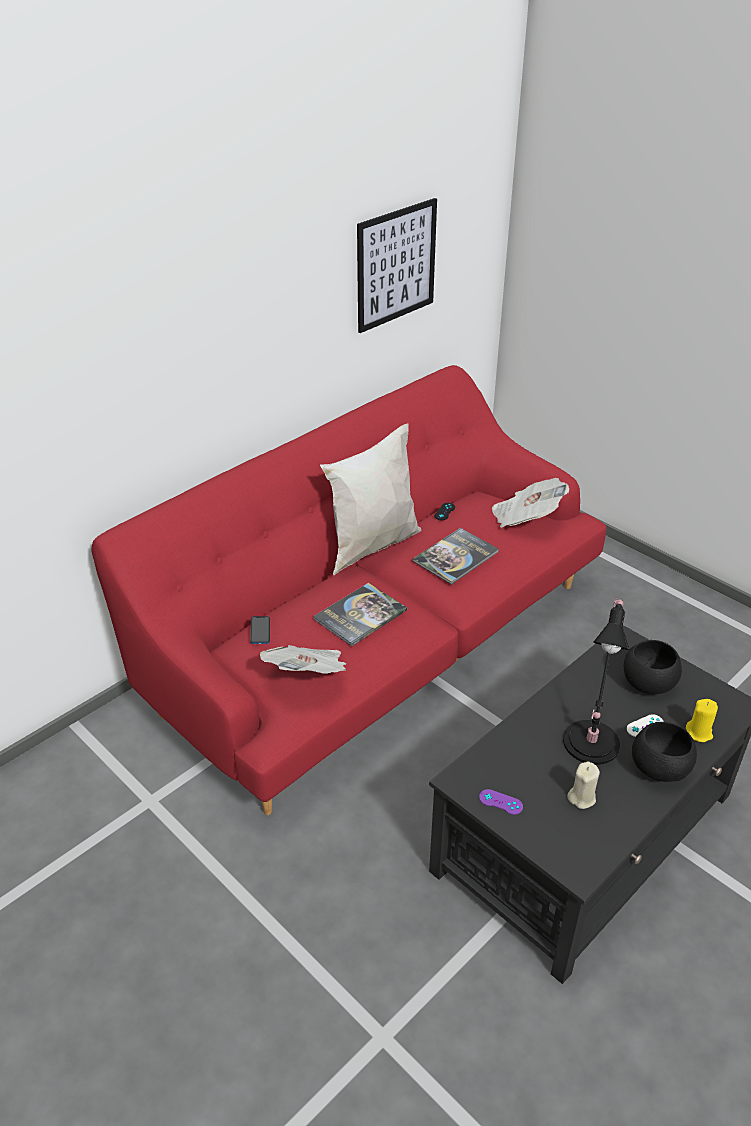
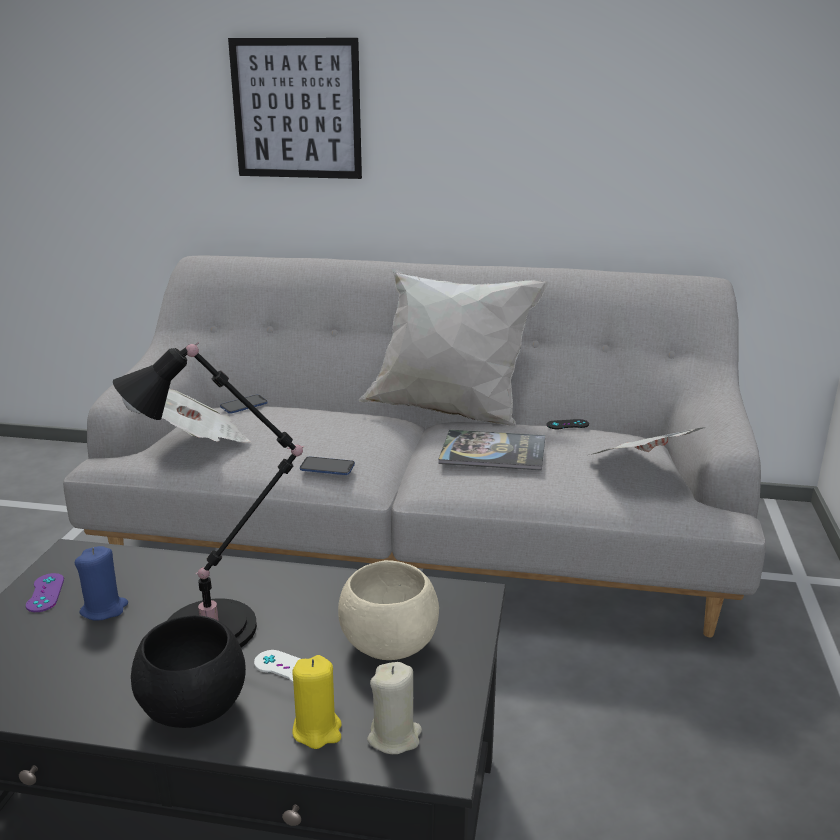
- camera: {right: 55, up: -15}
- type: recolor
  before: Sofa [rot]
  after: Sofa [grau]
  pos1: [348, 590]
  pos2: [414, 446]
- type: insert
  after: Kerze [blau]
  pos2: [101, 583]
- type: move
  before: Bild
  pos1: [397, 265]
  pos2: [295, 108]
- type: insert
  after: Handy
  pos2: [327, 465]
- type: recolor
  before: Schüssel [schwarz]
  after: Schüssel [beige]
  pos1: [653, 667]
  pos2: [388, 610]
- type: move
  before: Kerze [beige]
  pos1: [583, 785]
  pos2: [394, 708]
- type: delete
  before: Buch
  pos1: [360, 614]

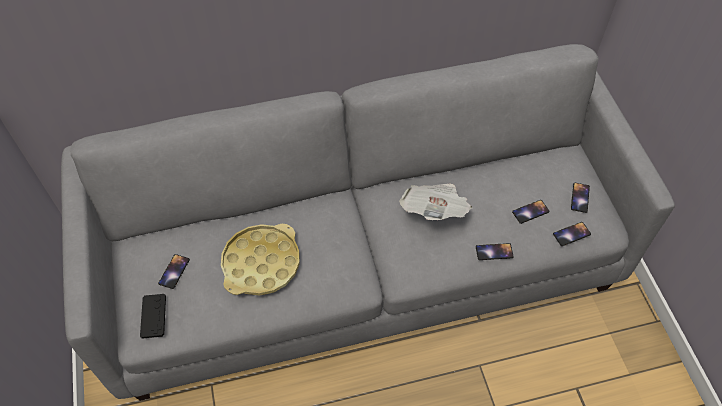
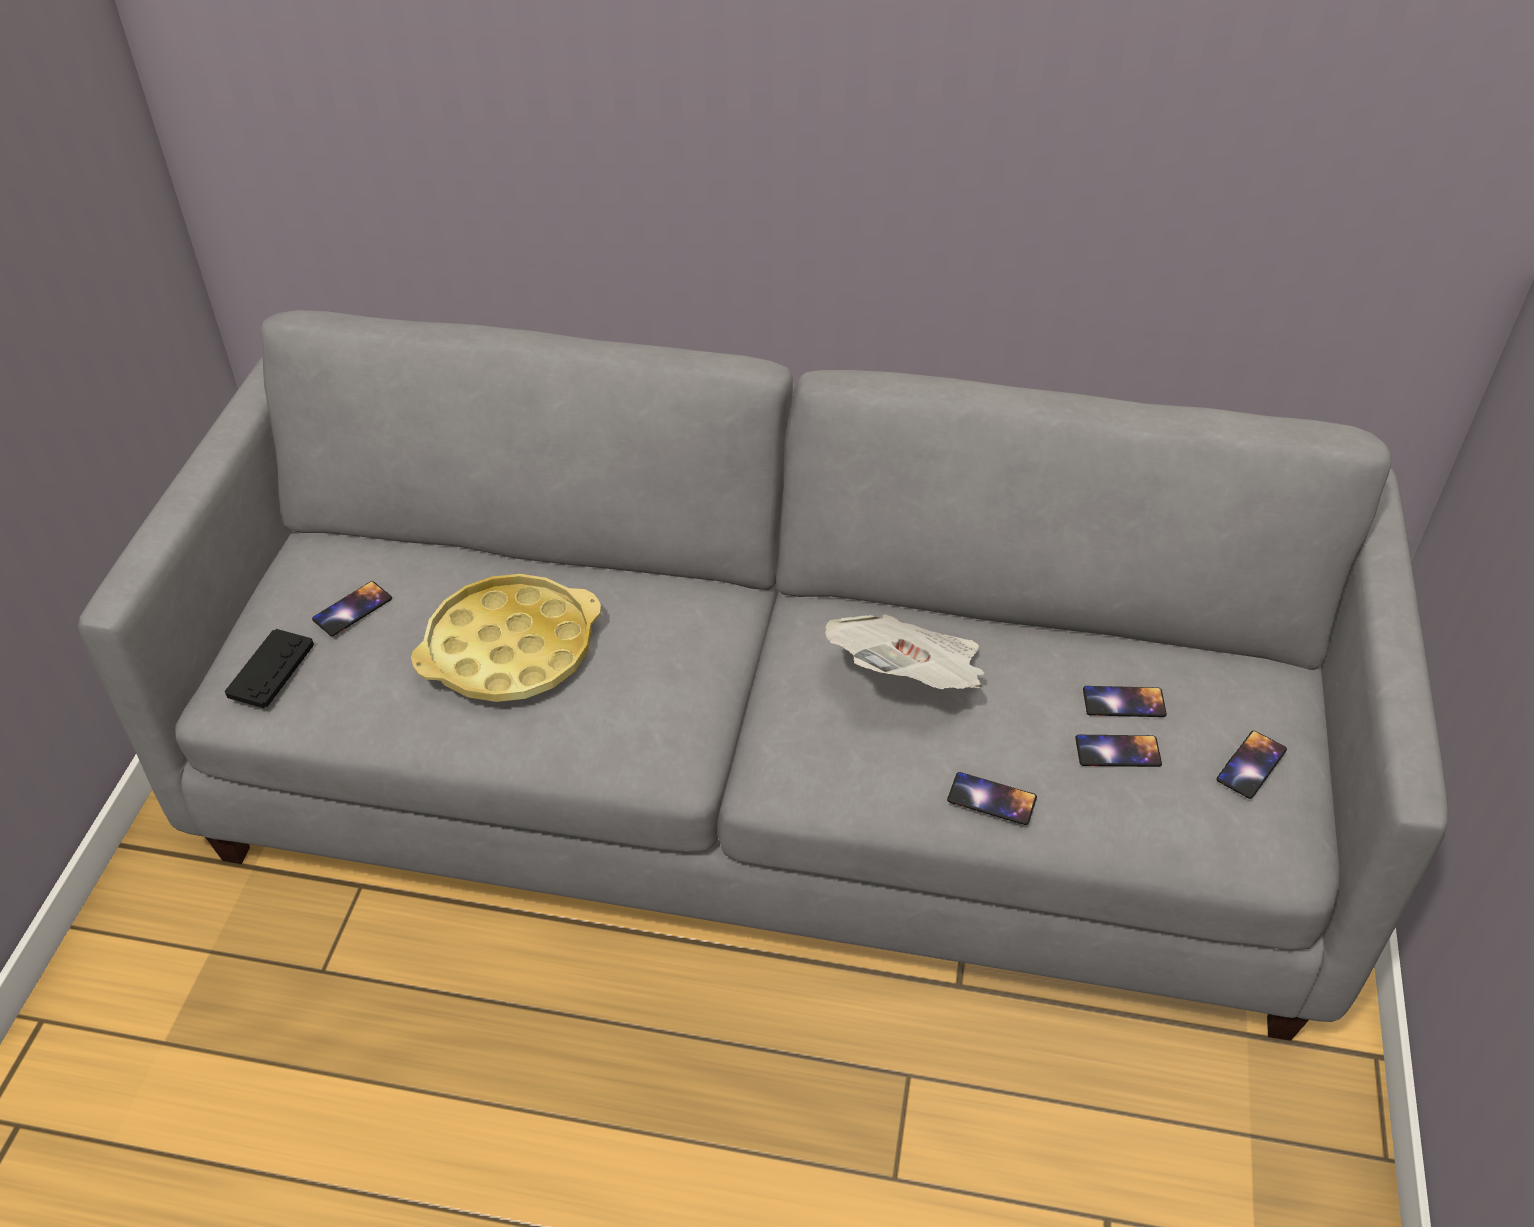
- camera: {right: 25, up: -10}
- type: move
  before: Handy
  pos1: [572, 234]
  pos2: [1125, 701]

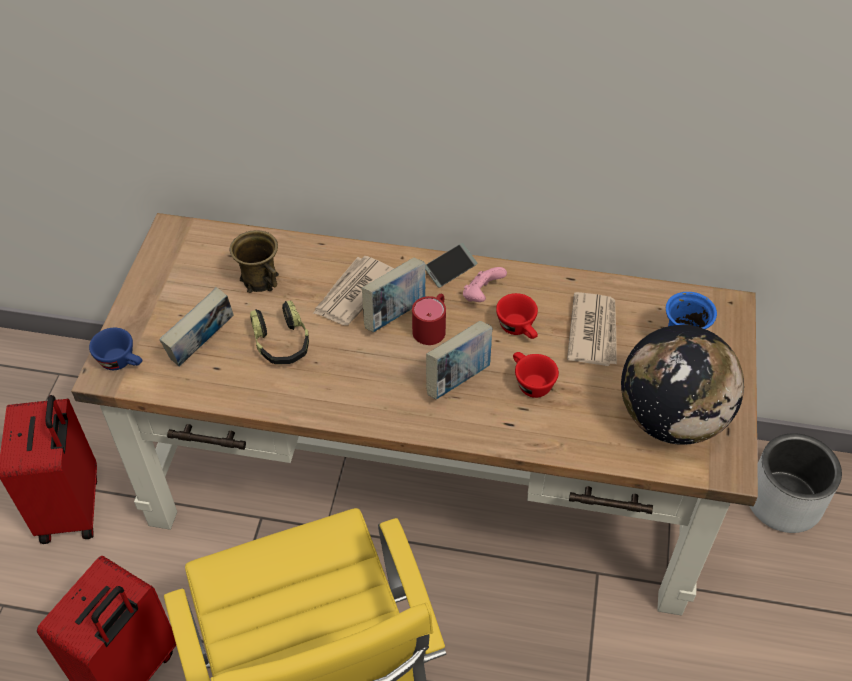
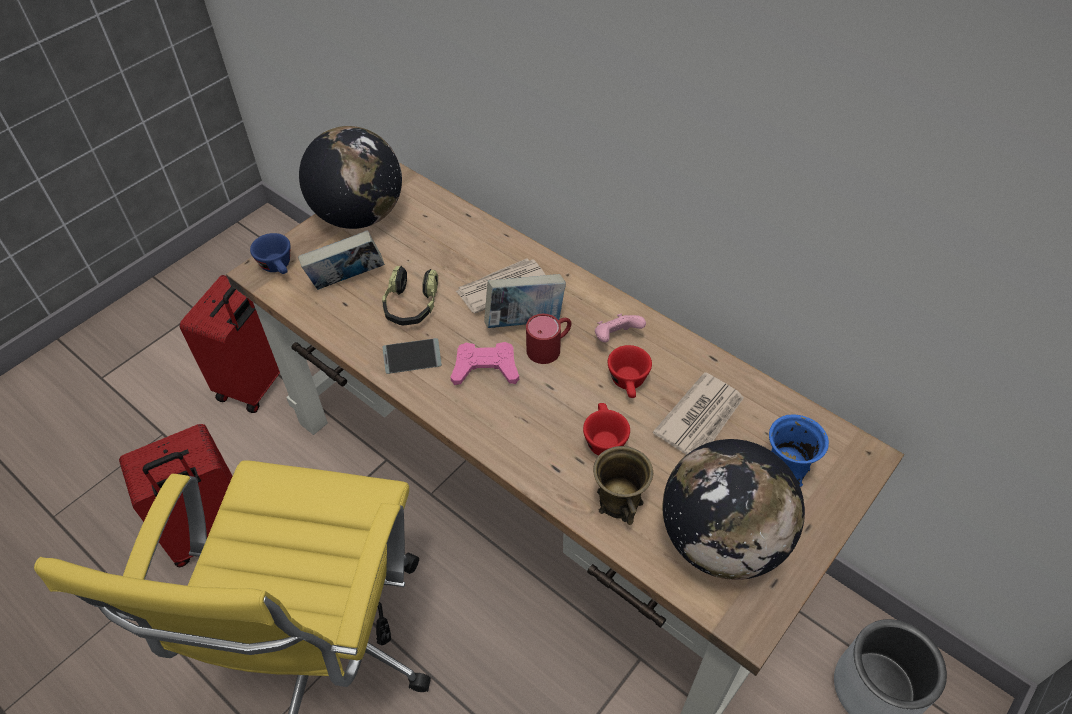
- camera: {right: 30, up: 0}
- type: insert
  after: Globus
  pos2: [350, 177]
- type: move
  before: Handy
  pos1: [451, 265]
  pos2: [412, 356]
- type: insert
  after: Gamepad [rosa]
  pos2: [484, 363]
- type: move
  before: Henkelbecher [braun]
  pos1: [254, 261]
  pos2: [623, 485]
- type: delete
  before: Buch
  pos1: [459, 360]

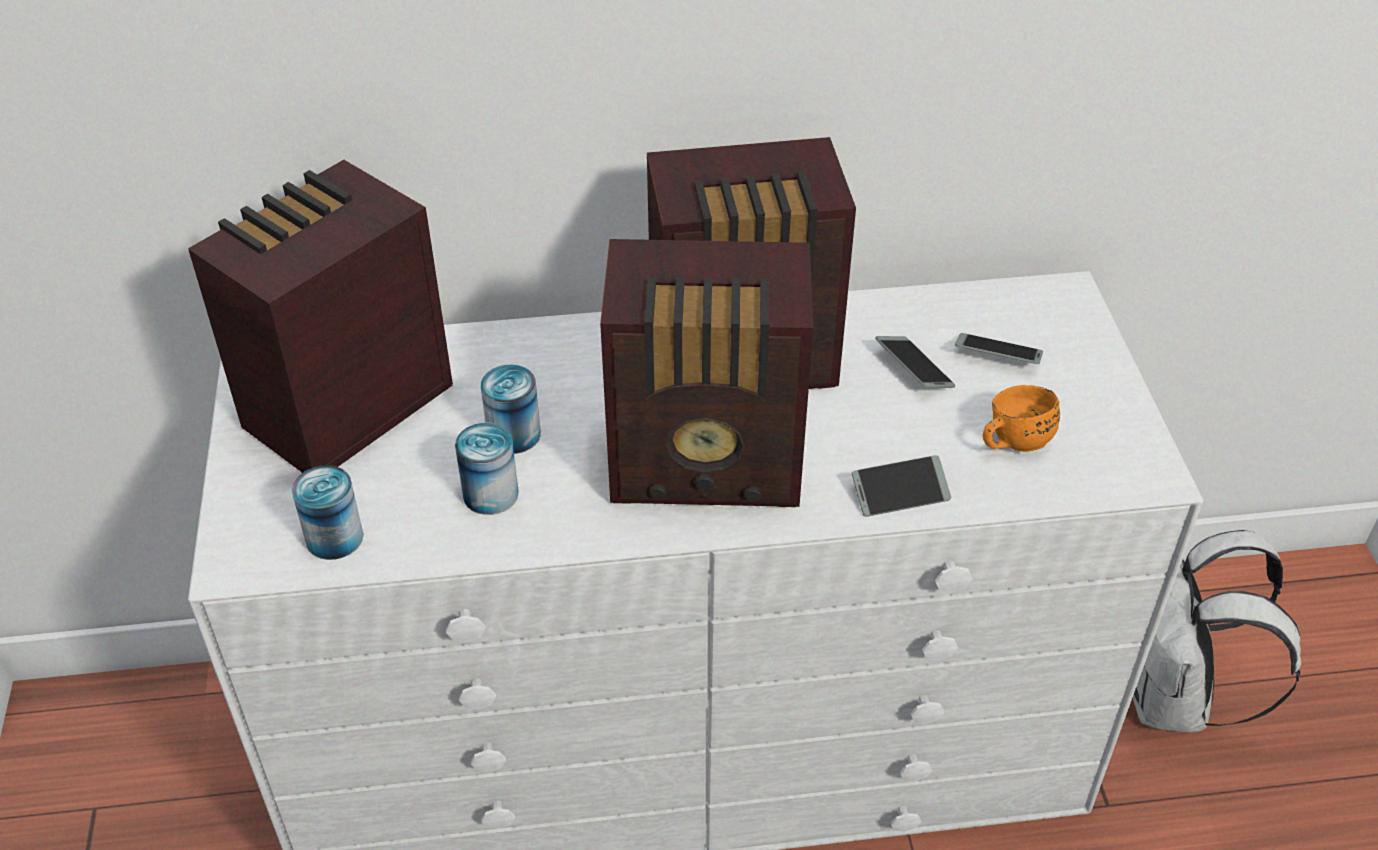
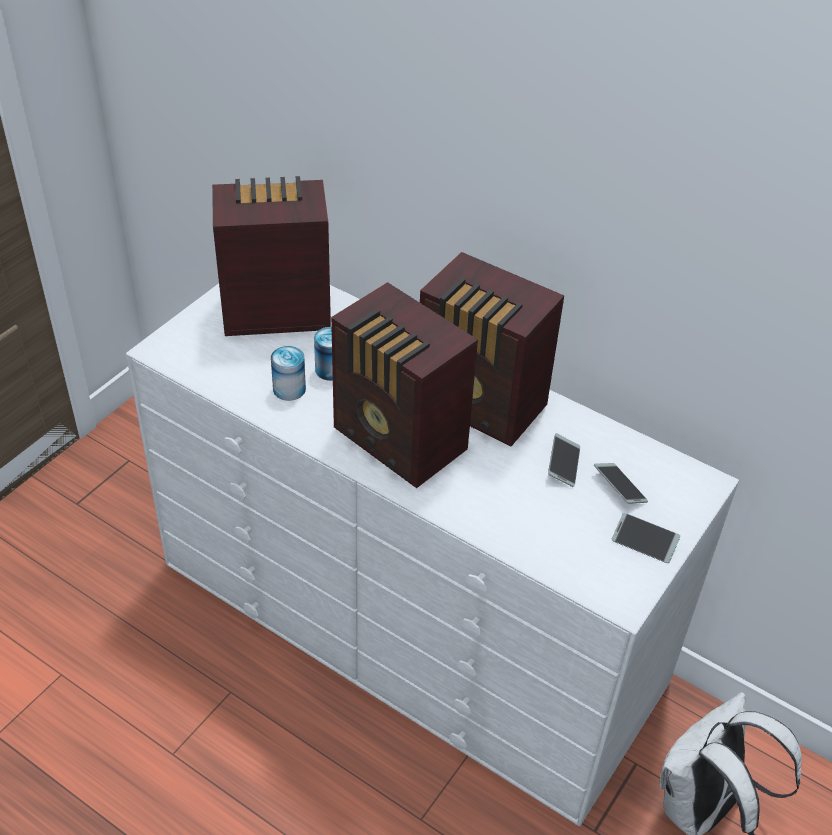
- camera: {right: 40, up: 0}
- type: move
  before: Handy
  pos1: [901, 486]
  pos2: [646, 538]
- type: delete
  before: Dose
  pos1: [327, 512]
- type: delete
  before: Henkelbecher [orange]
  pos1: [1021, 418]

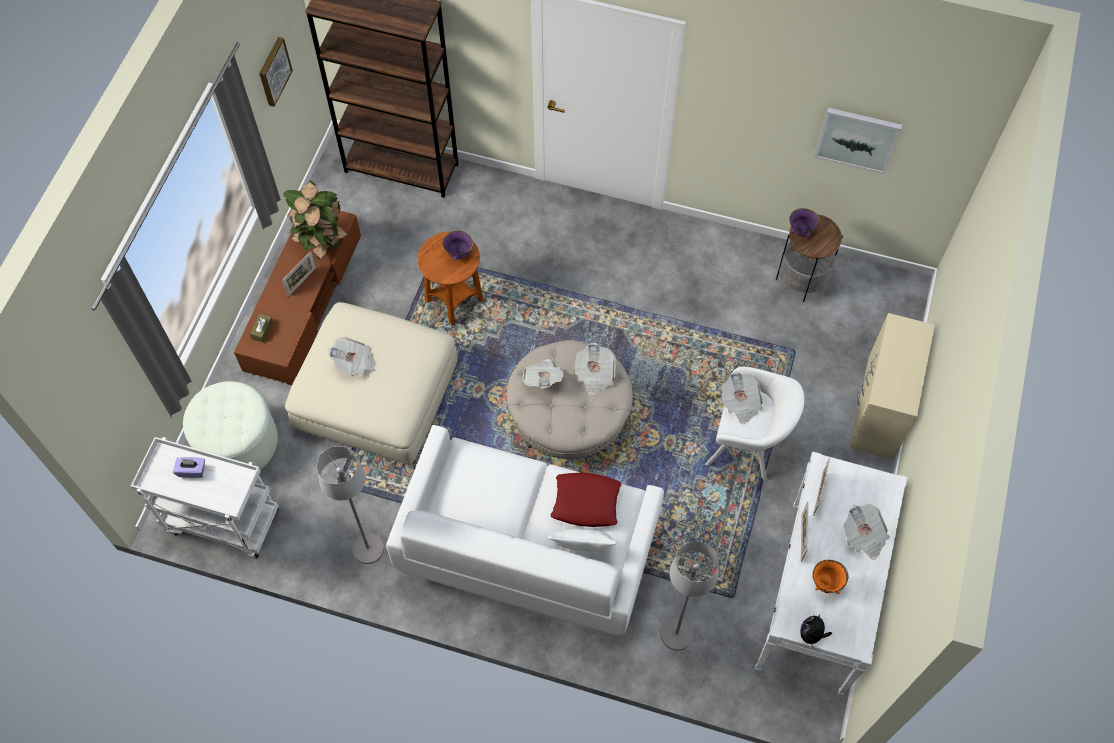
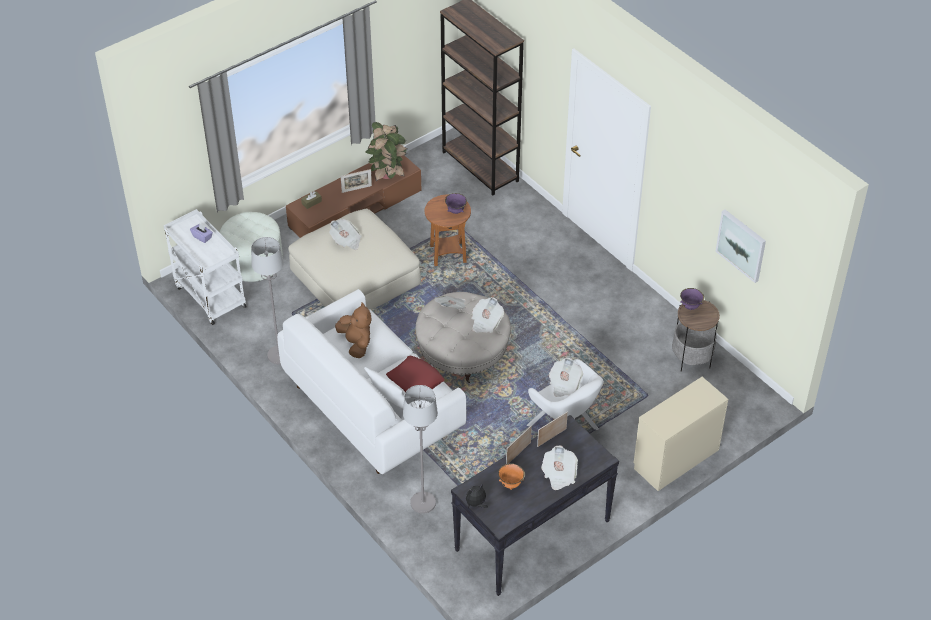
- camera: {right: 35, up: -15}
- type: insert
  after: Plüschtier [braun]
  pos2: [353, 330]
- type: recolor
  before: Konsolentisch [weiß]
  after: Konsolentisch [schwarz]
  pos1: [831, 573]
  pos2: [535, 505]
- type: delete
  before: Bild
  pos1: [276, 72]

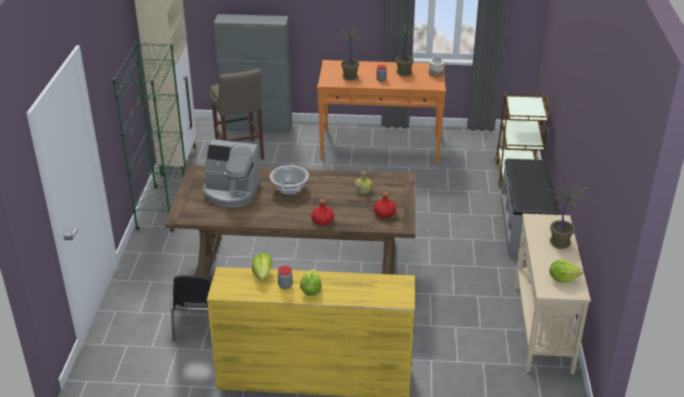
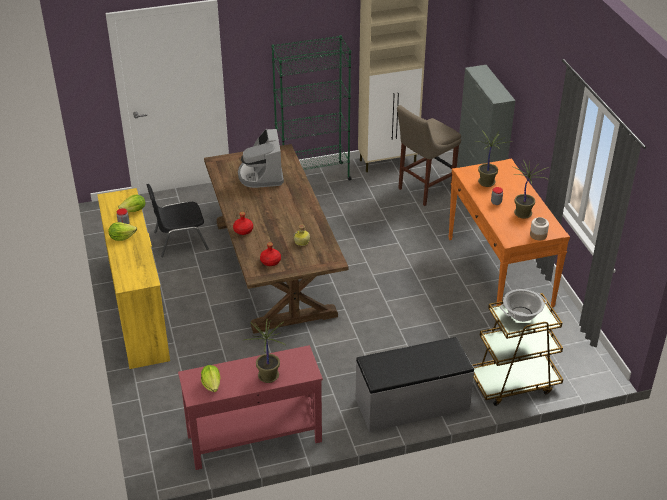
- camera: {right: 70, up: 5}
- type: recolor
  before: Konsolentisch [beige]
  after: Konsolentisch [rot]
  pos1: [552, 293]
  pos2: [250, 407]
- type: move
  before: Kochtopf
  pos1: [289, 179]
  pos2: [523, 305]

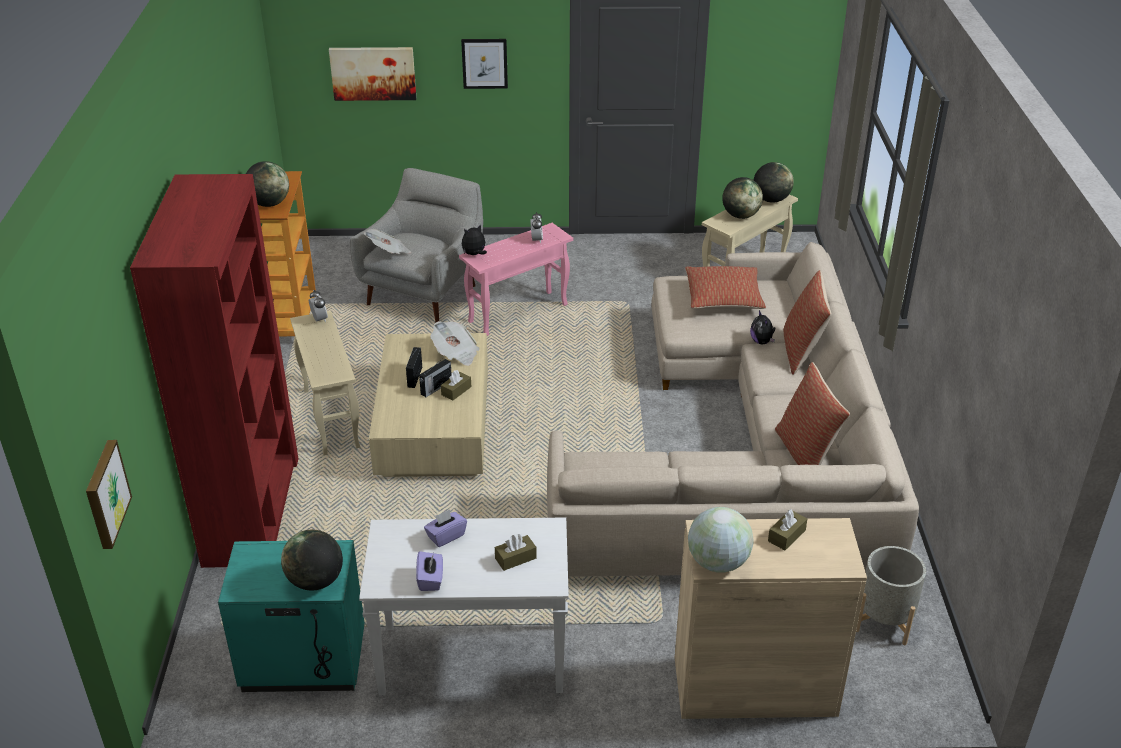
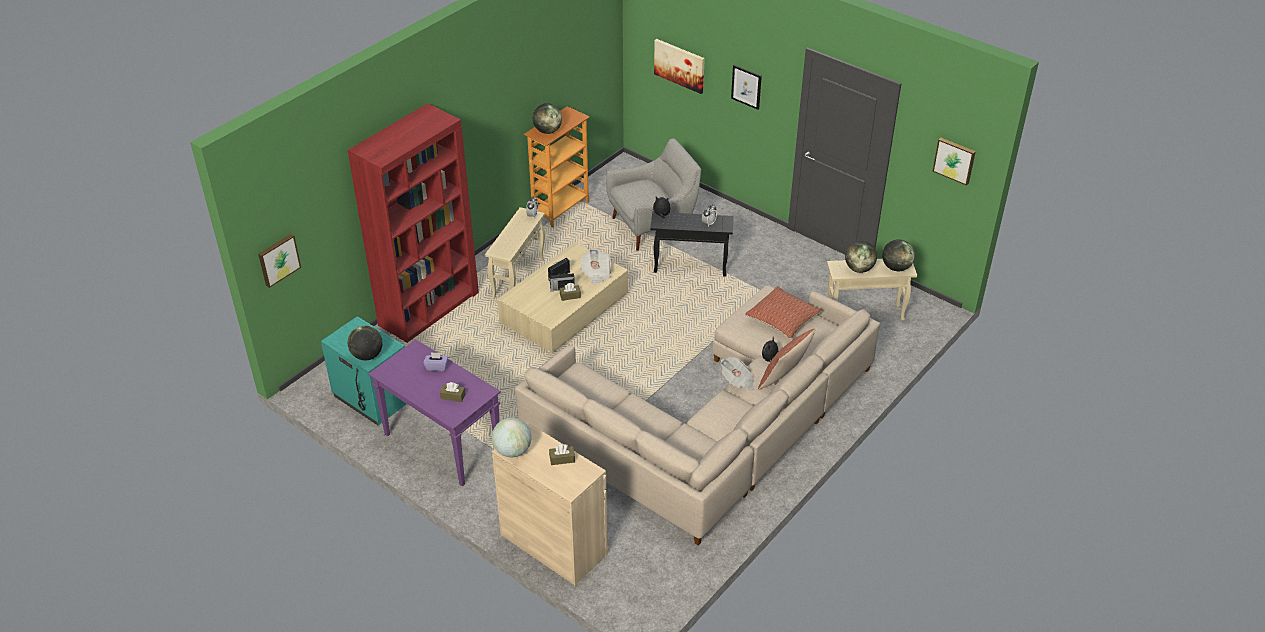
- camera: {right: 40, up: 5}
- type: recolor
  before: Konsolentisch [weiß]
  after: Konsolentisch [lila]
  pos1: [464, 606]
  pos2: [434, 413]
- type: recolor
  before: Beistelltisch [rosa]
  after: Beistelltisch [schwarz]
  pos1: [516, 279]
  pos2: [692, 244]
- type: move
  before: Zeitung
  pos1: [388, 241]
  pos2: [737, 373]
- type: insert
  after: Bild
  pos2: [954, 162]
- type: delete
  before: Taschentuchbox [lila]
  pos1: [429, 571]
- type: delete
  before: Kissen
  pos1: [812, 413]
- type: delete
  before: Pflanzkübel [grau]
  pos1: [891, 595]

